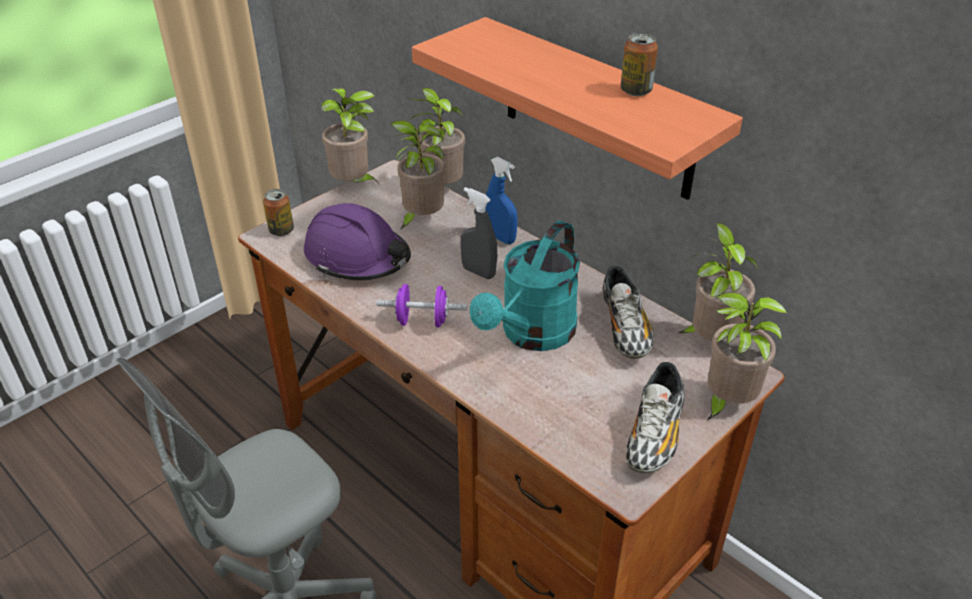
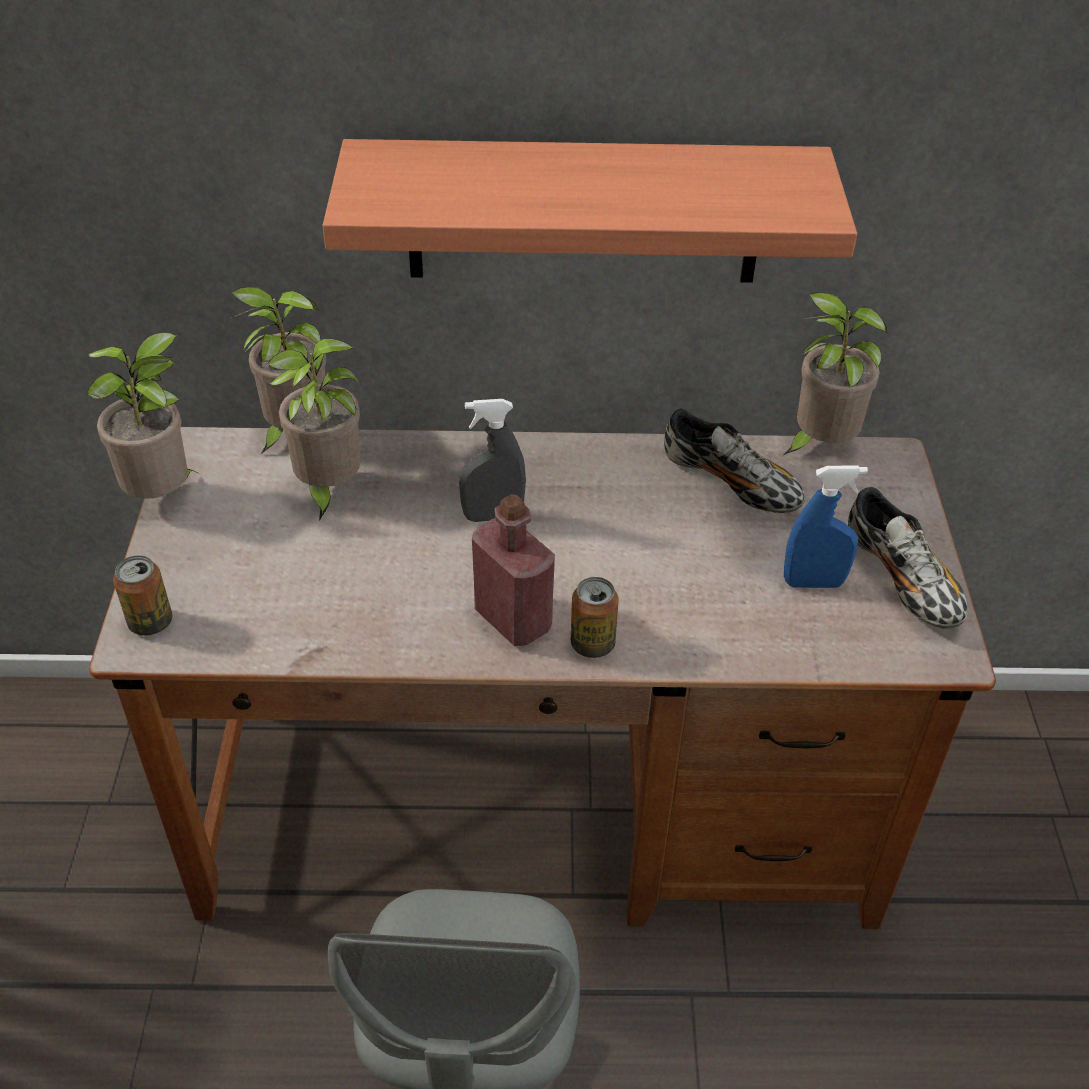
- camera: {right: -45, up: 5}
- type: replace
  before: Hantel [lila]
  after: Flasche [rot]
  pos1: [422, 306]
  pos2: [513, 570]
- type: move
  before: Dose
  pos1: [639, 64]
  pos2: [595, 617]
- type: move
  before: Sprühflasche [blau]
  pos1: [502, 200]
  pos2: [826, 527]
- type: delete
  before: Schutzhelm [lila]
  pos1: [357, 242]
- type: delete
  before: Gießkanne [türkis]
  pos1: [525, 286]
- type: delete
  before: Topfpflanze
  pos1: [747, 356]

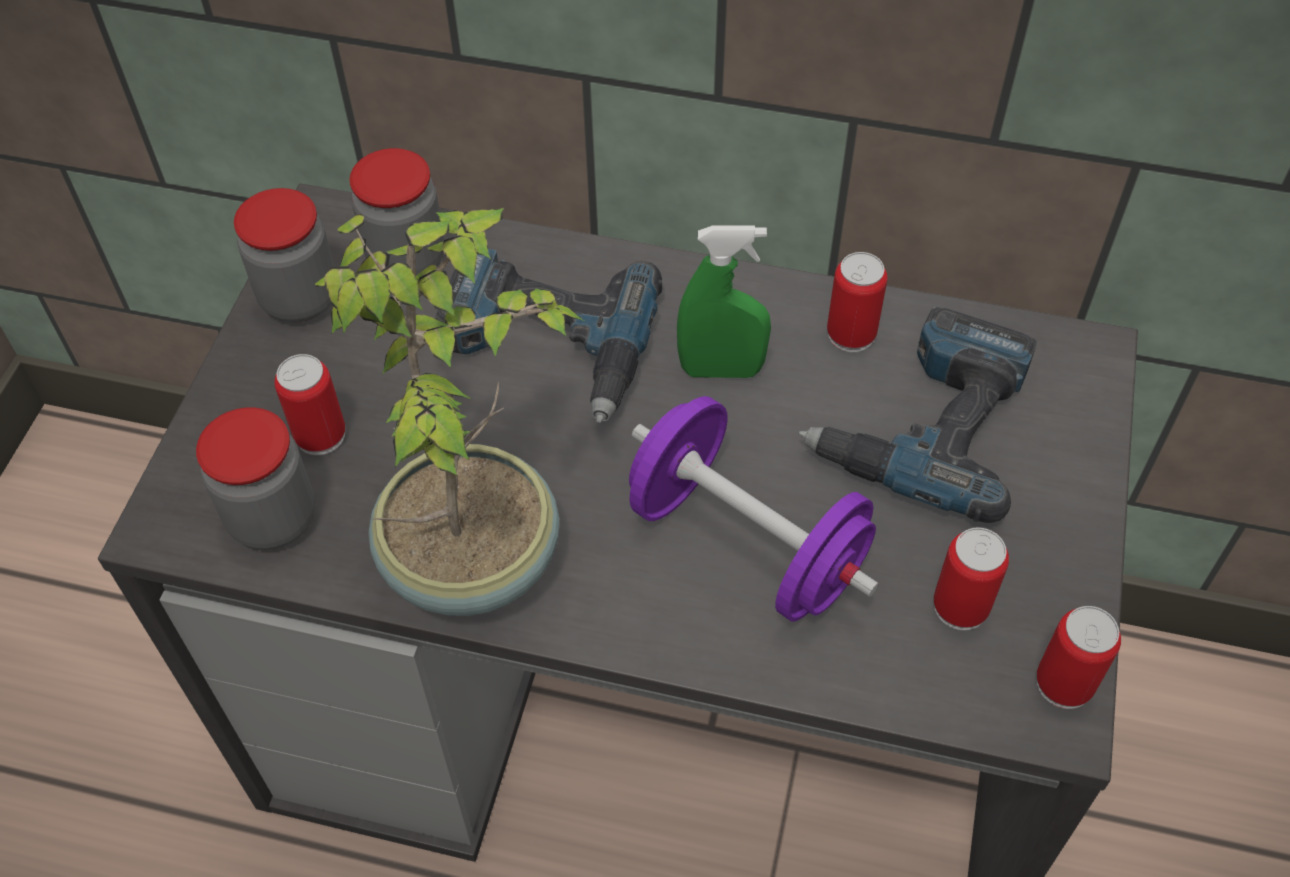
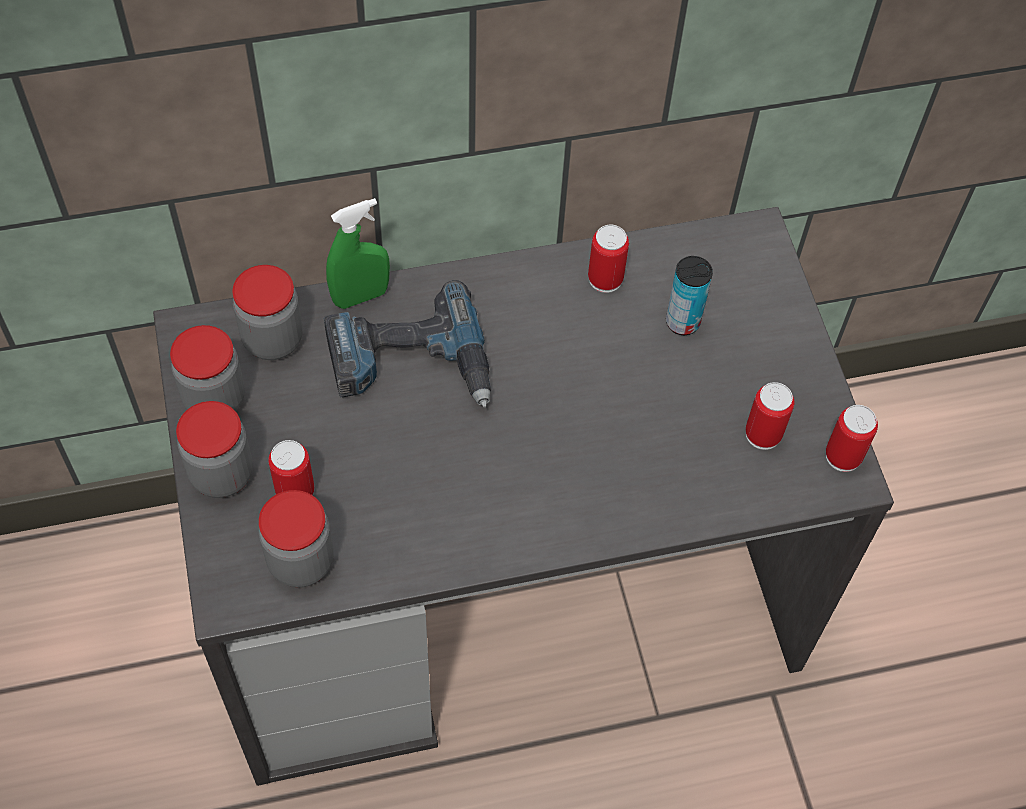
- camera: {right: -30, up: 5}
- type: insert
  after: Vorratsglas
  pos2: [214, 449]
- type: move
  before: Sprühflasche [grün]
  pos1: [724, 302]
  pos2: [358, 253]
- type: replace
  before: Bohrmaschine
  after: Dose
  pos1: [918, 414]
  pos2: [689, 295]
- type: delete
  before: Topfpflanze
  pos1: [449, 412]
- type: delete
  before: Hantel [lila]
  pos1: [754, 509]

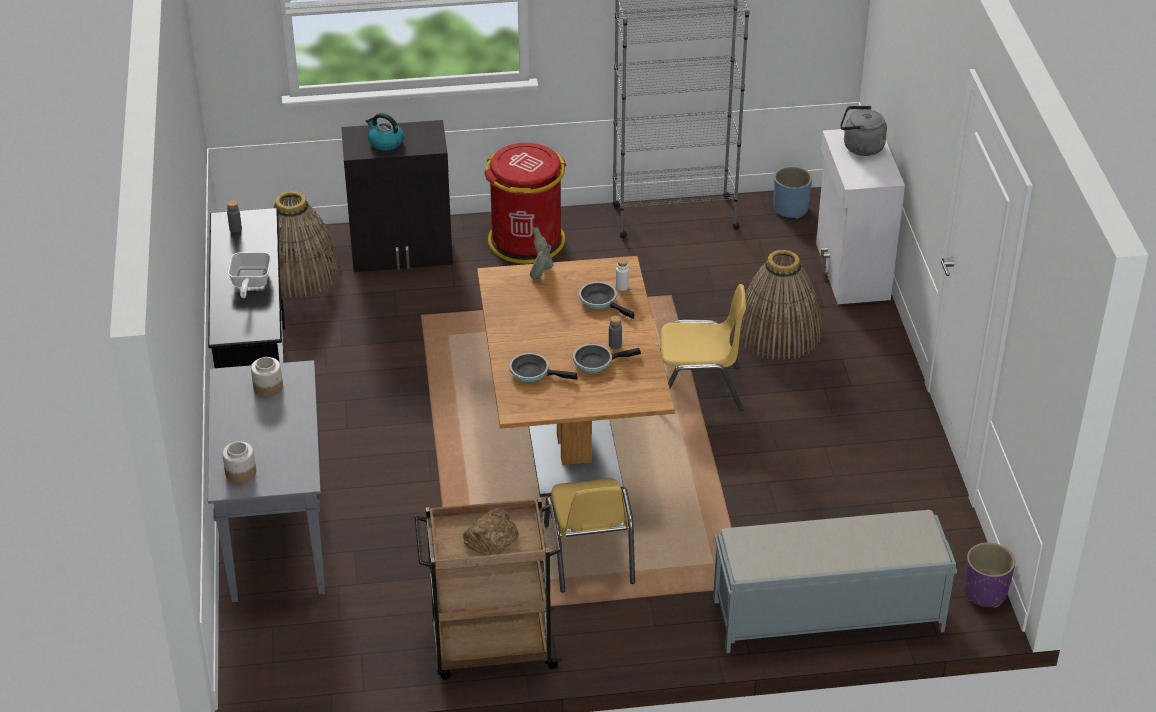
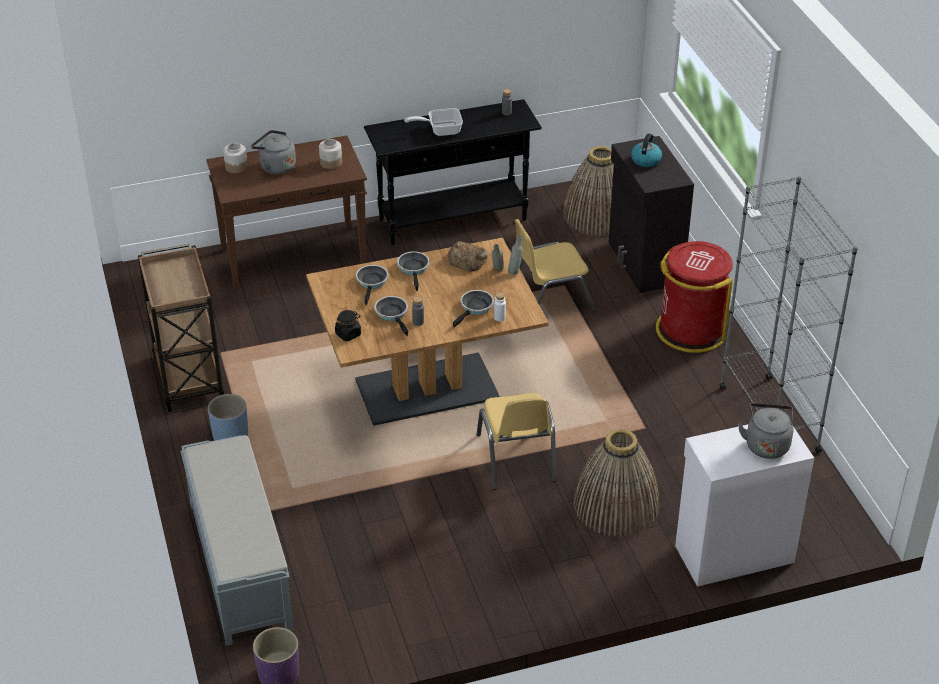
- camera: {right: 80, up: 0}
- type: recolor
  before: Konsolentisch [grau]
  after: Konsolentisch [braun]
  pos1: [266, 481]
  pos2: [286, 212]
- type: move
  before: Pflanzkübel [blau]
  pos1: [792, 192]
  pos2: [228, 417]
- type: insert
  after: Wasserkessel [grau]
  pos2: [273, 152]
- type: insert
  after: Vorratsglas [schwarz]
  pos2: [348, 325]
- type: insert
  after: Pfanne
  pos2: [413, 271]
- type: move
  before: Brot
  pos1: [491, 531]
  pos2: [468, 256]
- type: move
  before: Stuhl [gelb]
  pos1: [589, 535]
  pos2: [555, 265]

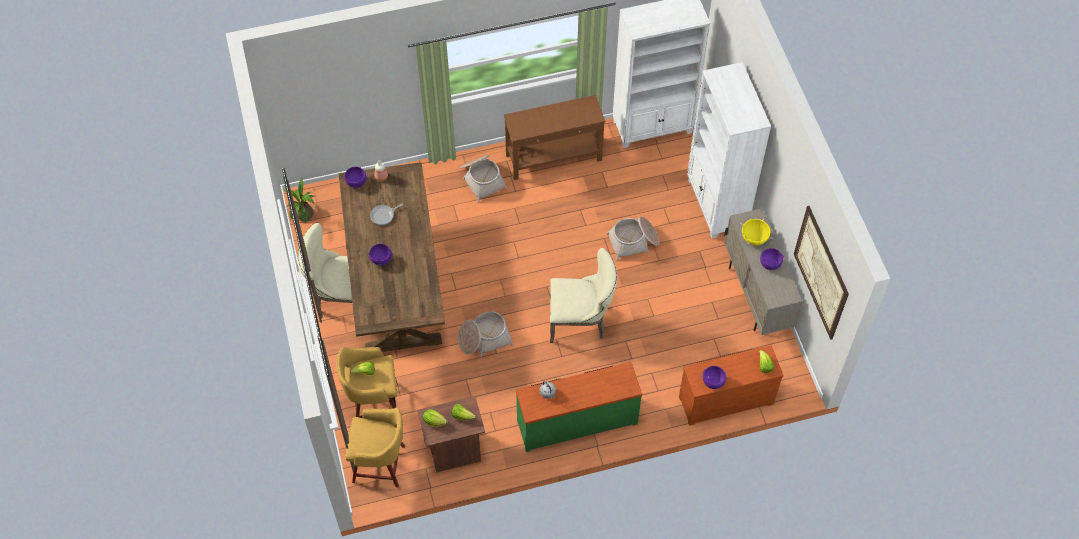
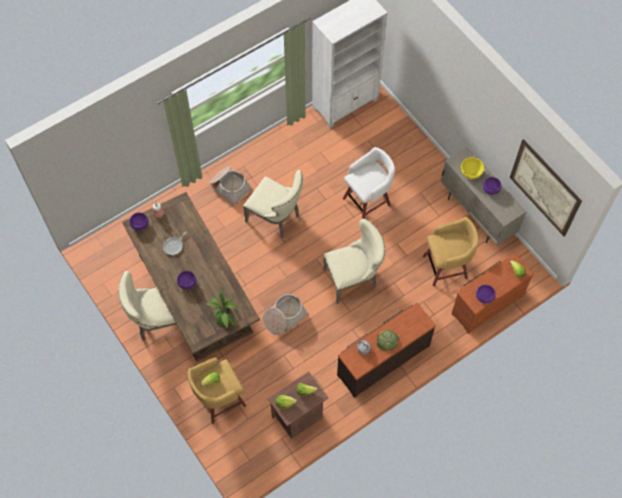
- camera: {right: -20, up: 5}
- type: move
  before: Topfpflanze
  pos1: [298, 200]
  pos2: [222, 308]
- type: insert
  after: Stuhl [beige]
  pos2: [273, 204]
- type: recolor
  before: Kommode [grün]
  after: Kommode [braun]
  pos1: [579, 407]
  pos2: [386, 350]
- type: replace
  before: Korb
  after: Hocker [weiß]
  pos1: [633, 239]
  pos2: [369, 183]
- type: insert
  after: Brot
  pos2: [388, 340]
- type: move
  before: Hocker [gelb]
  pos1: [375, 447]
  pos2: [451, 252]
- type: delete
  before: Konsolentisch [braun]
  pos1: [554, 137]
- type: delete
  before: Bücherregal [weiß]
  pos1: [729, 150]

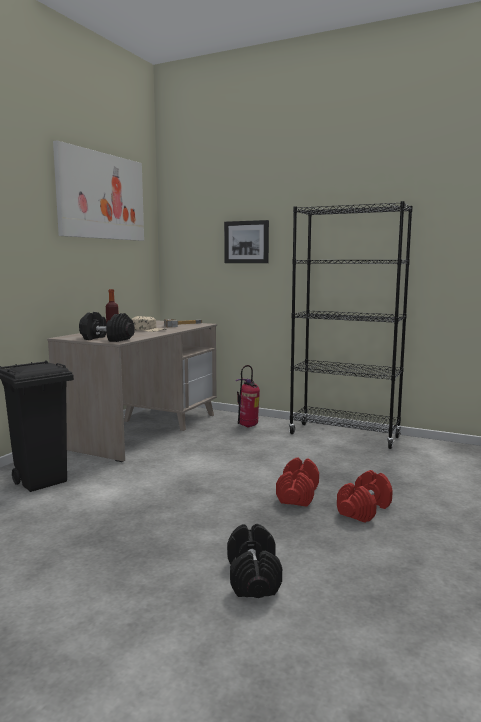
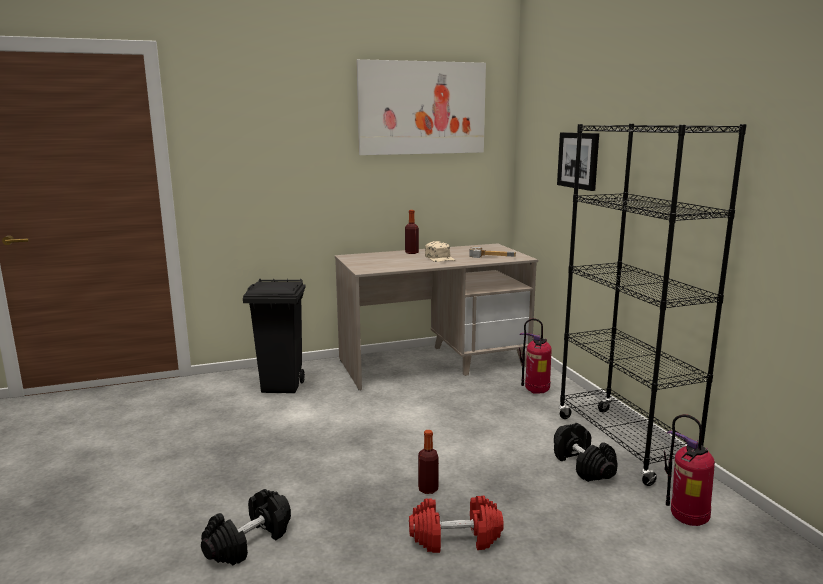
- camera: {right: 45, up: 5}
- type: replace
  before: Hantel [rot]
  after: Flasche
  pos1: [297, 482]
  pos2: [428, 462]
- type: move
  before: Hantel [schwarz]
  pos1: [107, 327]
  pos2: [586, 452]
- type: insert
  after: Feuerlöscher
  pos2: [689, 470]

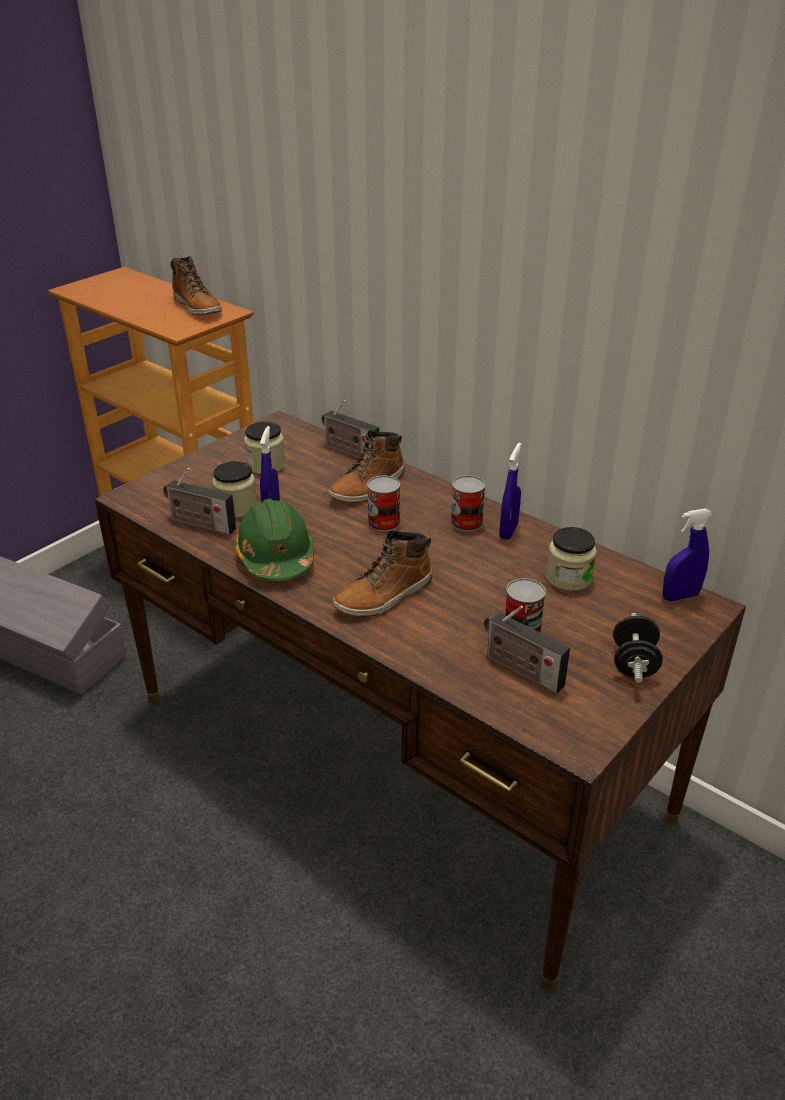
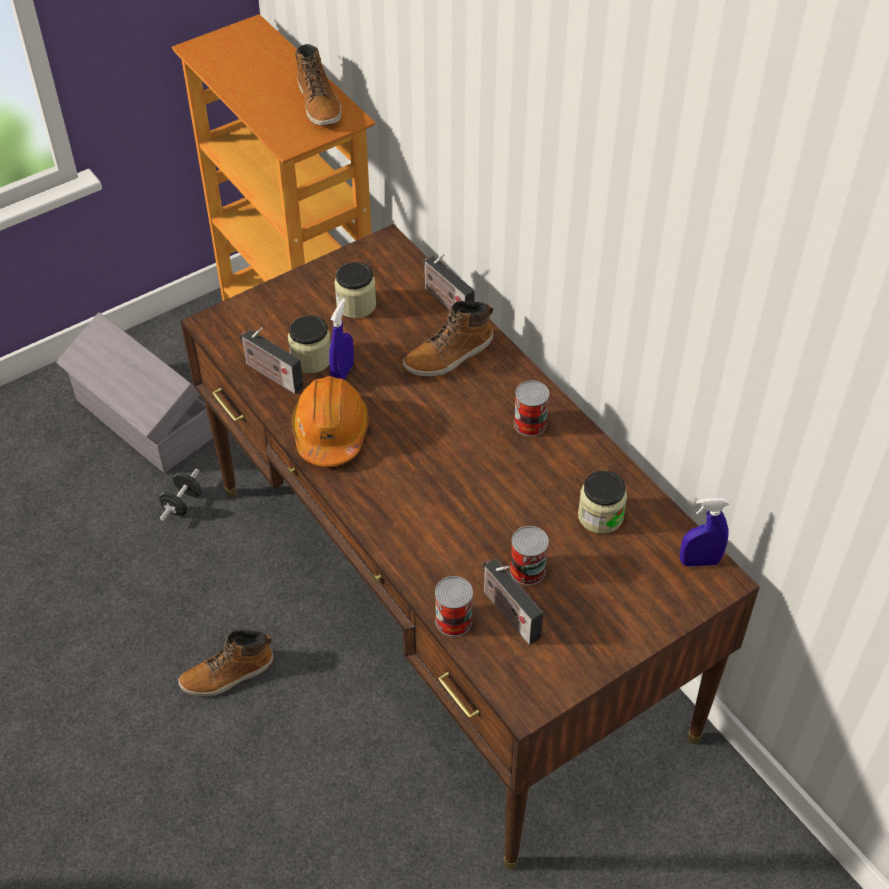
- camera: {right: 15, up: 15}
- type: move
  before: Hantel [schwarz]
  pos1: [638, 648]
  pos2: [180, 495]
- type: move
  before: Stiefel
  pos1: [383, 573]
  pos2: [226, 663]
- type: recolor
  before: Schutzhelm [grün]
  after: Schutzhelm [orange]
  pos1: [274, 540]
  pos2: [330, 421]
- type: move
  before: Dose
  pos1: [383, 503]
  pos2: [454, 606]
- type: delete
  before: Sprühflasche [blau]
  pos1: [510, 491]

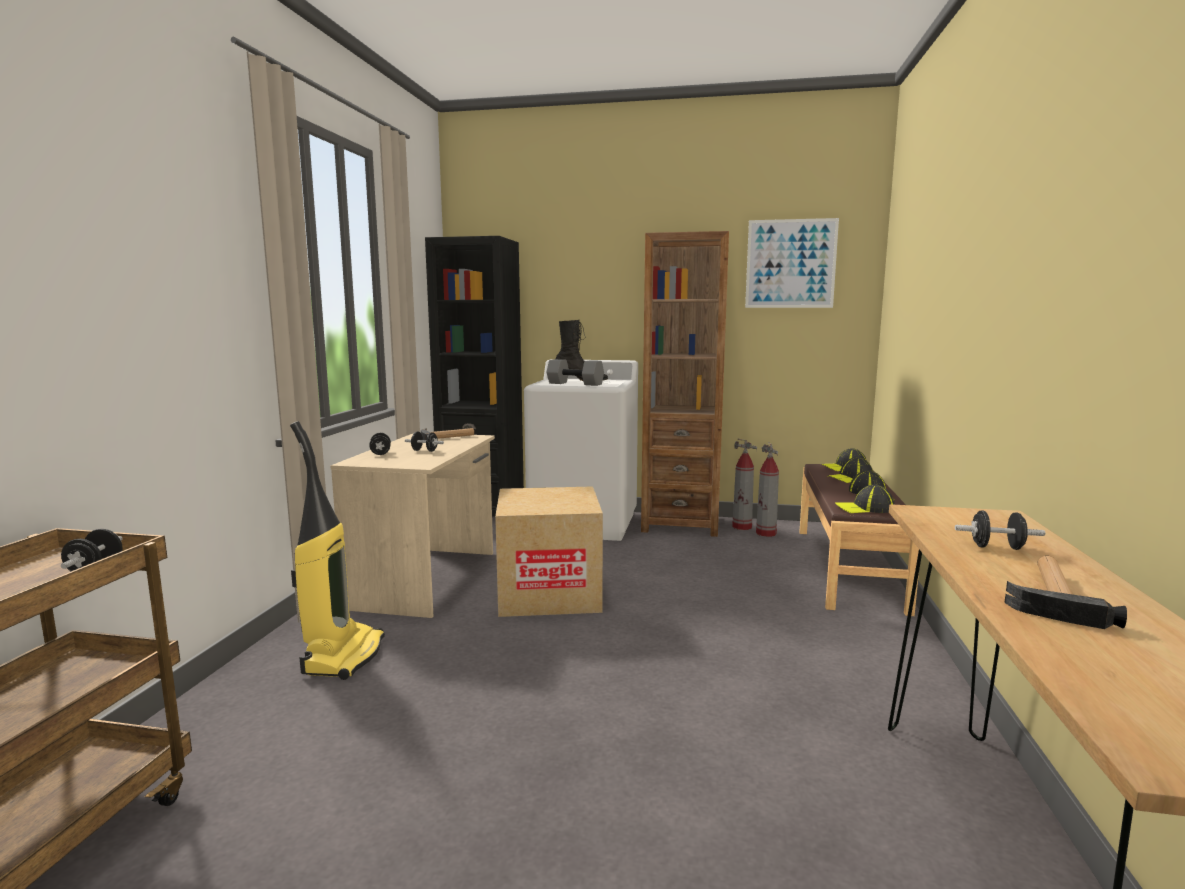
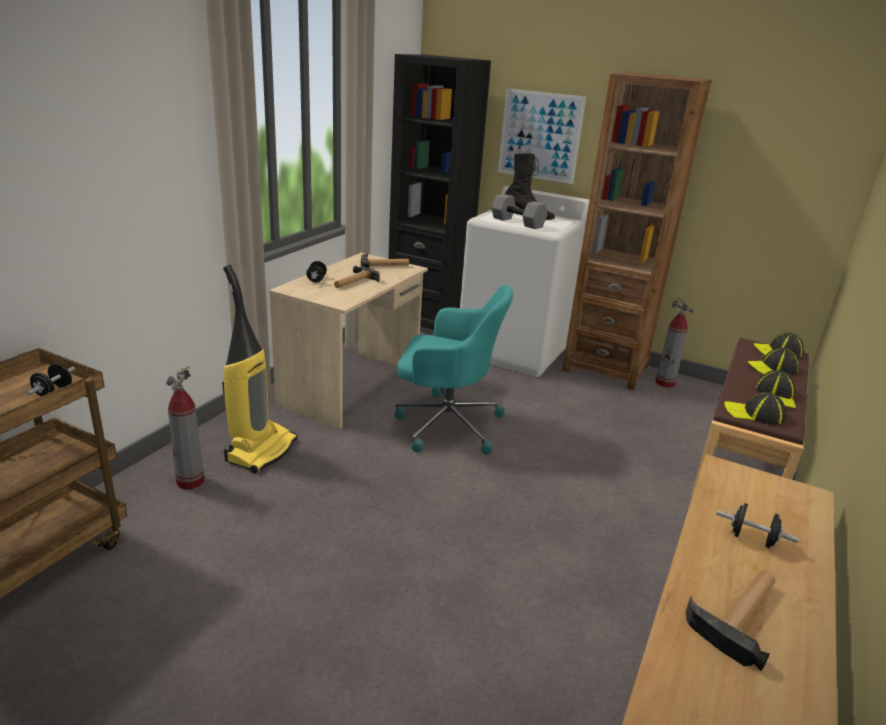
- camera: {right: 15, up: 15}
- type: move
  before: Feuerlöscher
  pos1: [767, 489]
  pos2: [185, 428]
- type: replace
  before: Hantel [schwarz]
  after: Hammer
  pos1: [424, 441]
  pos2: [356, 277]
- type: replace
  before: Karton
  after: Bürostuhl [türkis]
  pos1: [549, 551]
  pos2: [454, 370]
- type: move
  before: Bild
  pos1: [792, 263]
  pos2: [542, 136]

